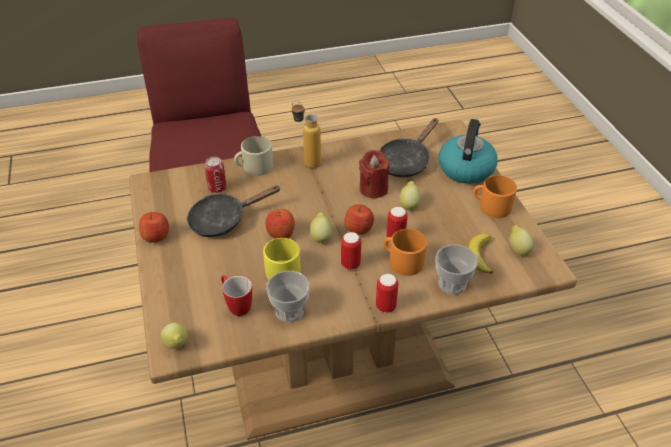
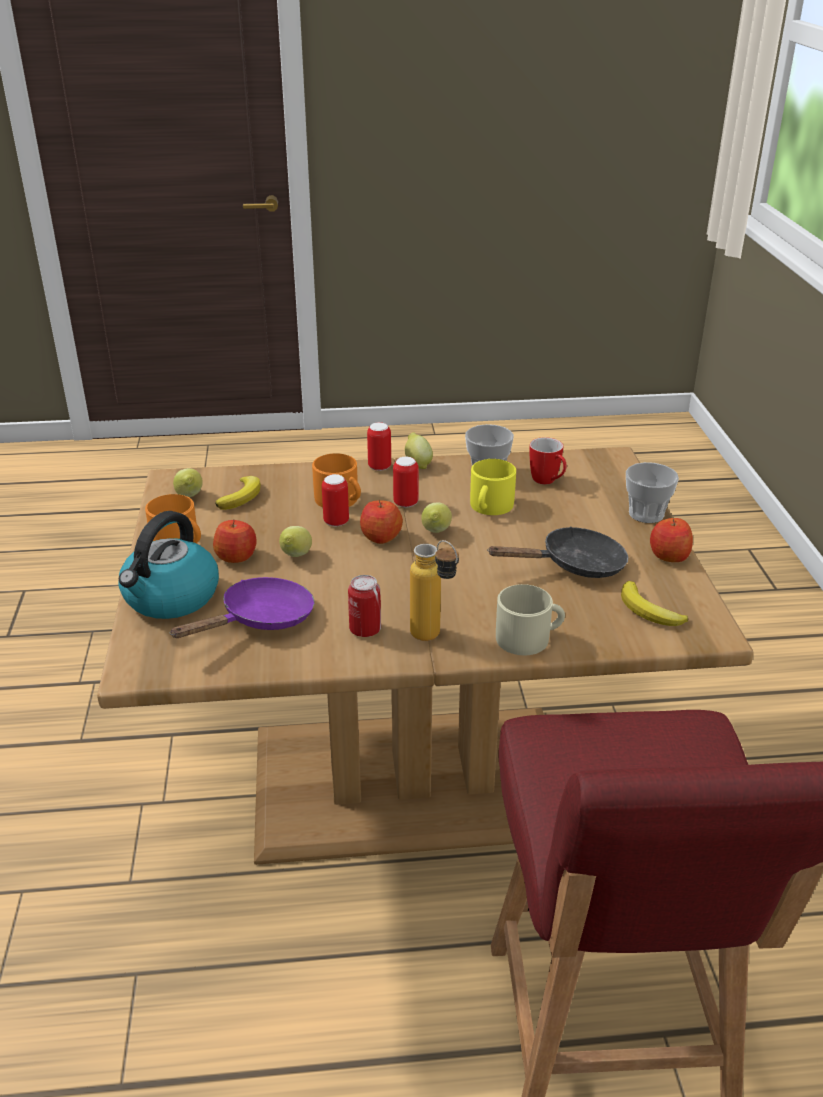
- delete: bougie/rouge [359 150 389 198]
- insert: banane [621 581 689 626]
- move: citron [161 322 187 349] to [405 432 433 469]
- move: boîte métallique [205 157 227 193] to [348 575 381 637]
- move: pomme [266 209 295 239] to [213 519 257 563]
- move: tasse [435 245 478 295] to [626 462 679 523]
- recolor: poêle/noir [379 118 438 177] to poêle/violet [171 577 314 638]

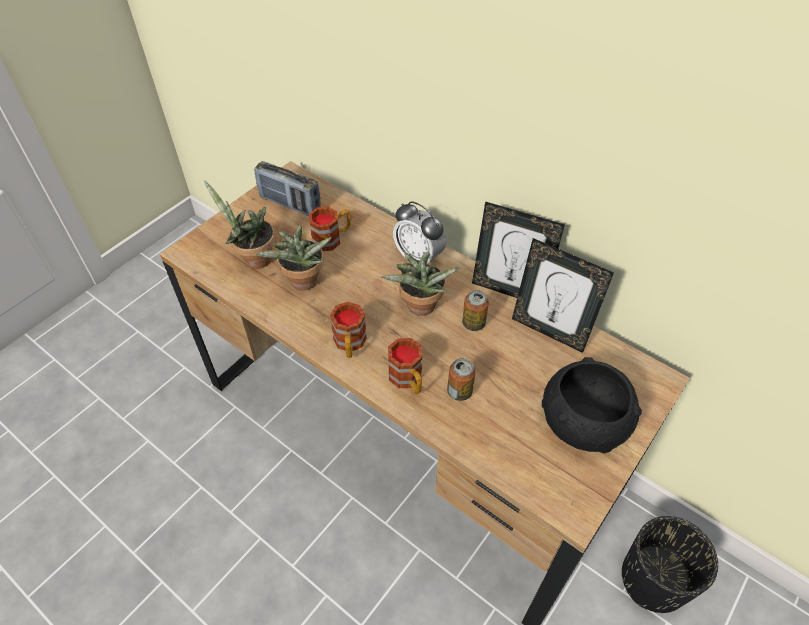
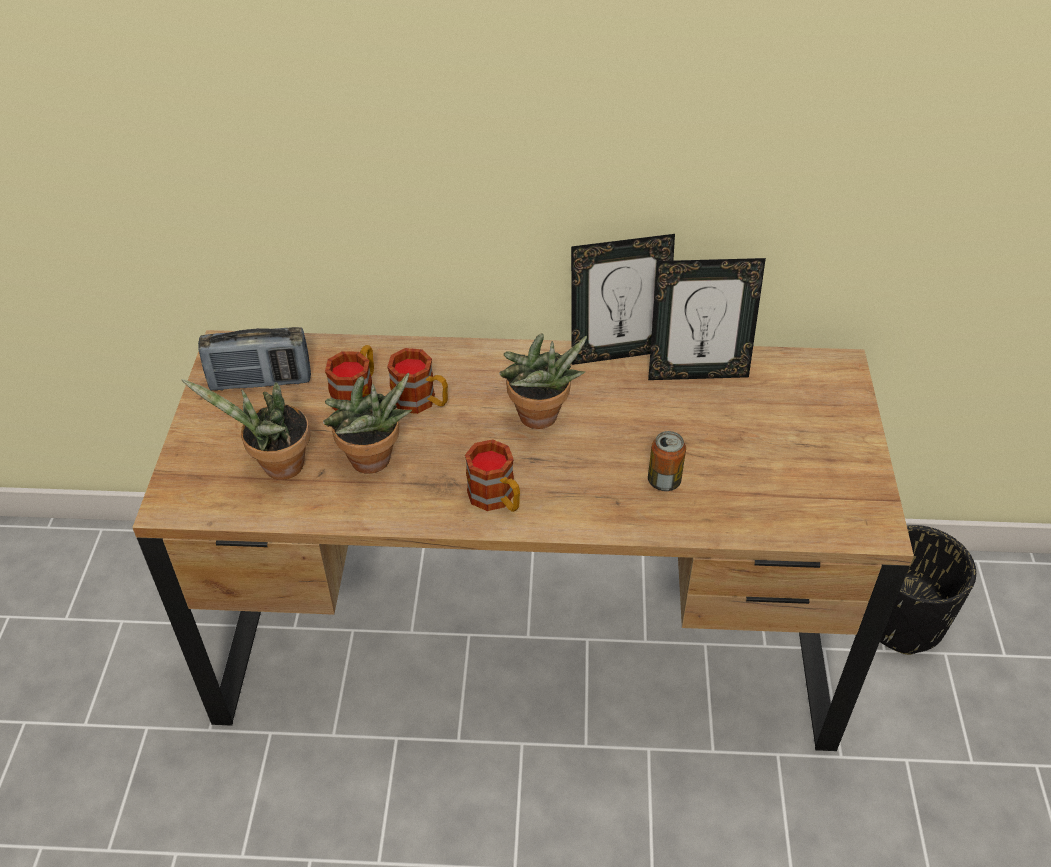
- delete: réveil [393 201 446 263]
- delete: boîte métallique [462 290 489 331]
- delete: bol/noir [542 357 642 453]
- move: mug [388 338 422 394] to [387 348 448 414]

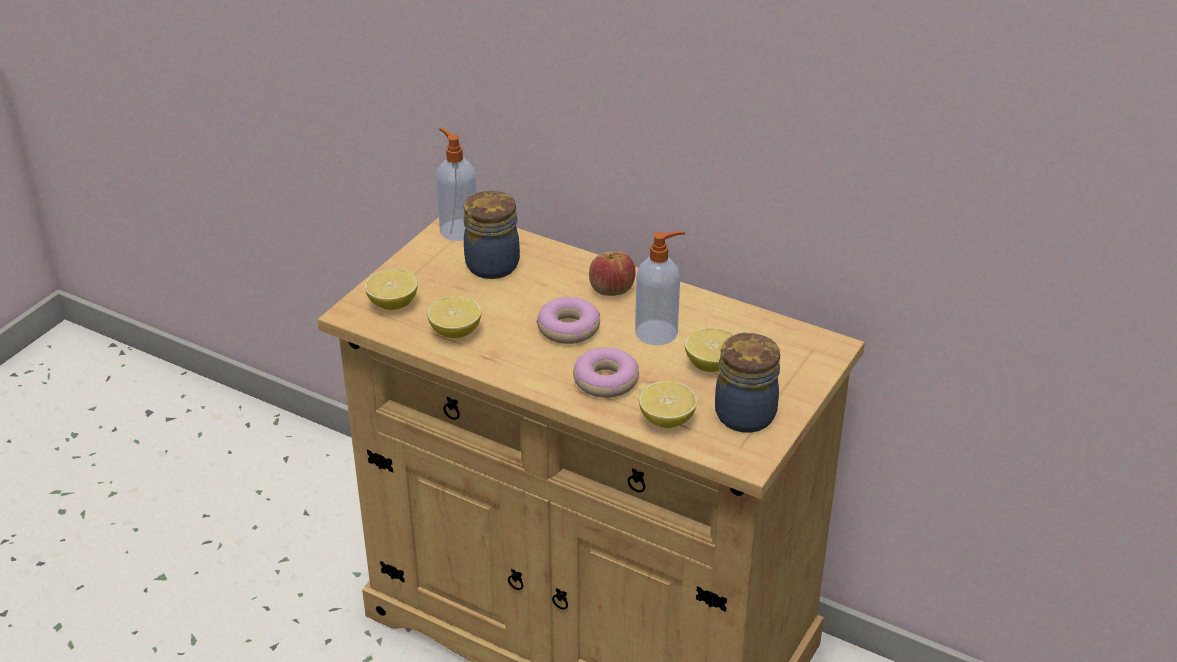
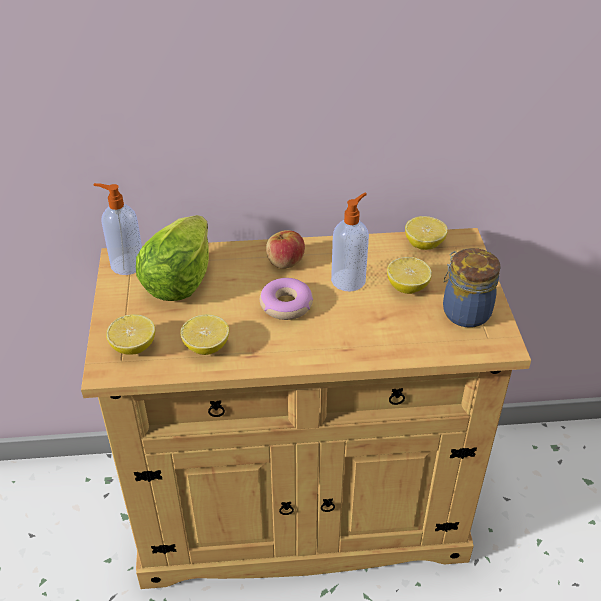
- delete: beignet [573 347 639 398]
- move: citron [639 381 698 428] to [405 216 447 250]
- replace: bocal [464 191 520 279] to laitue [136 215 209 301]

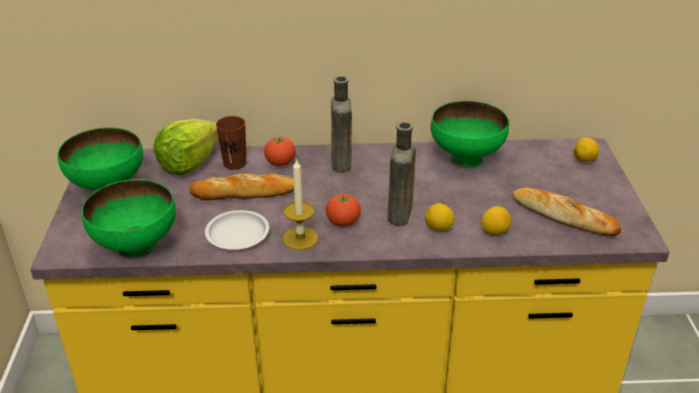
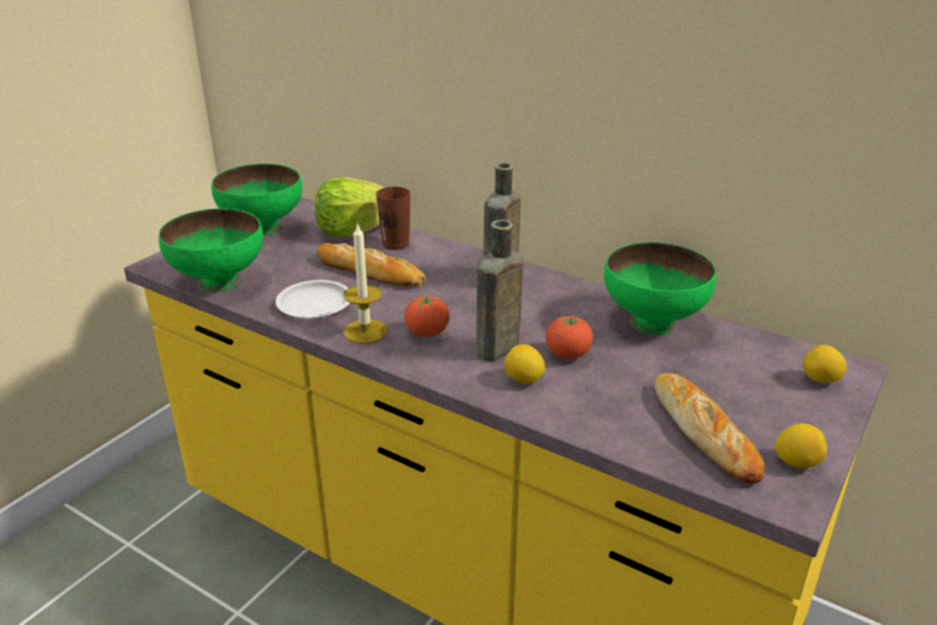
- move: tomate [264 136 296 166] to [546 315 593 359]
- move: citron [481 206 512 235] to [775 423 827 468]

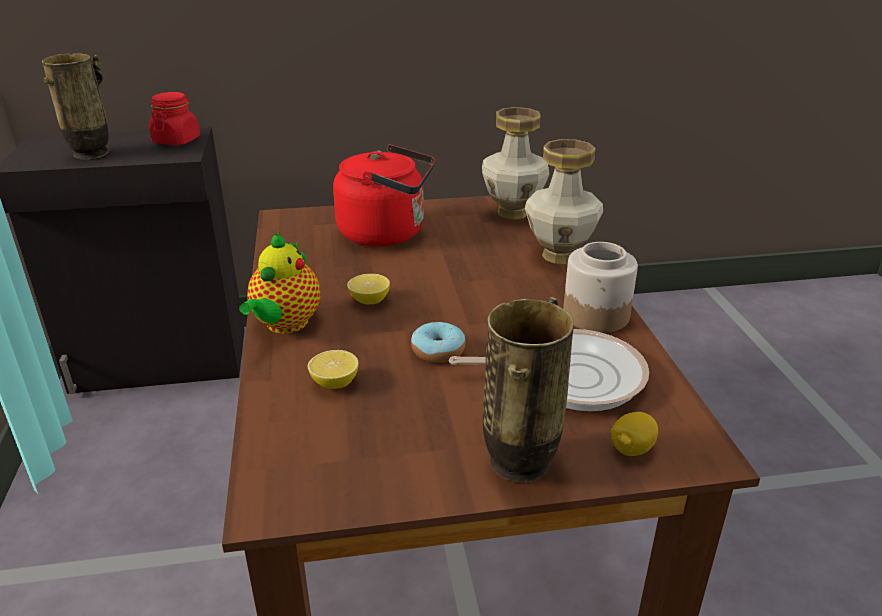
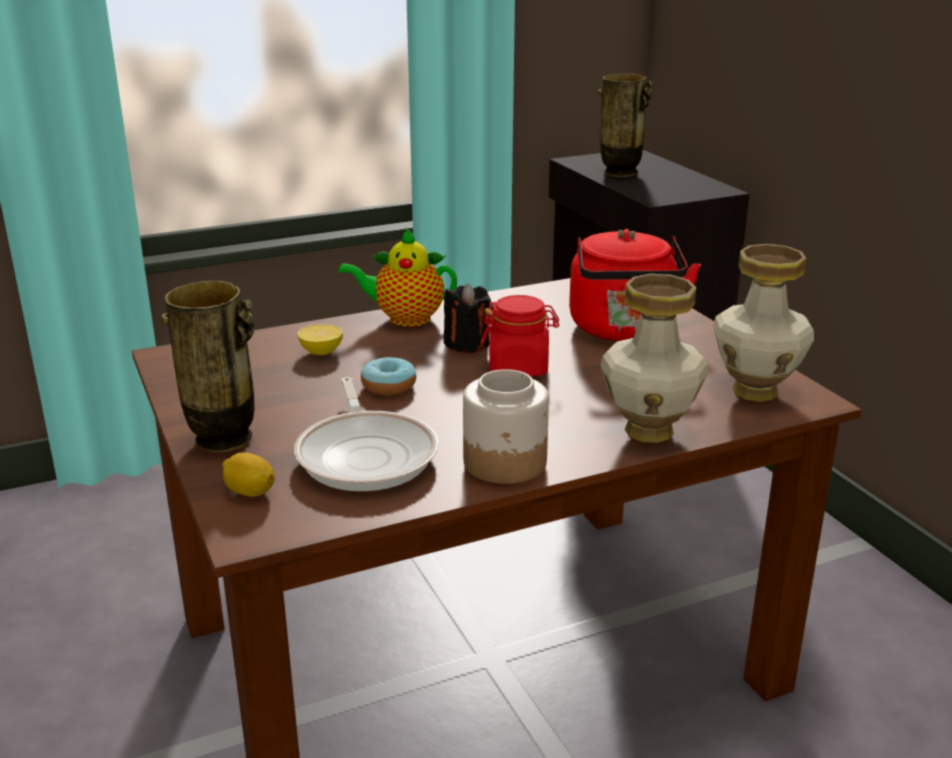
- move: bocal/rouge [149 92 200 145] to [481 295 559 376]
- replace: citron [347 274 390 304] to bougie/noir [444 284 493 353]

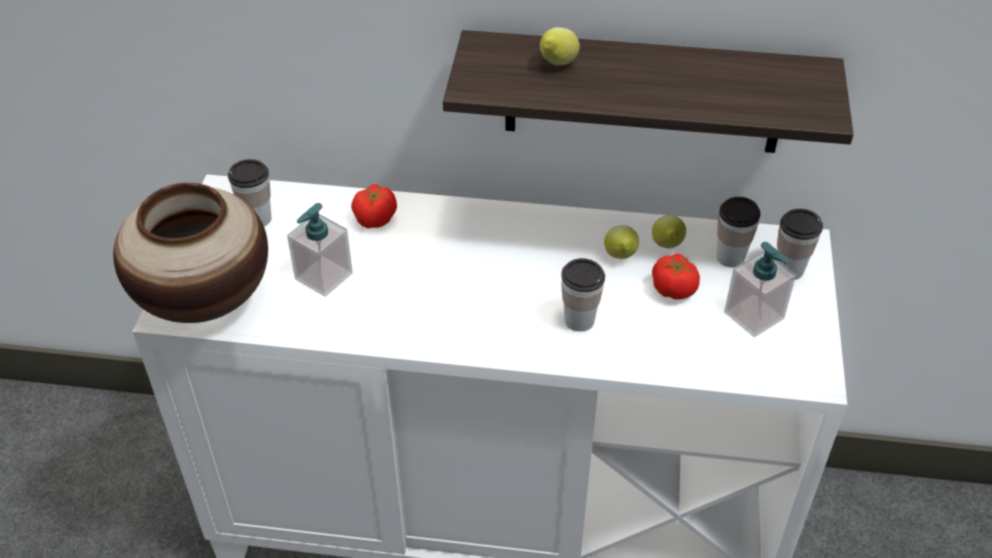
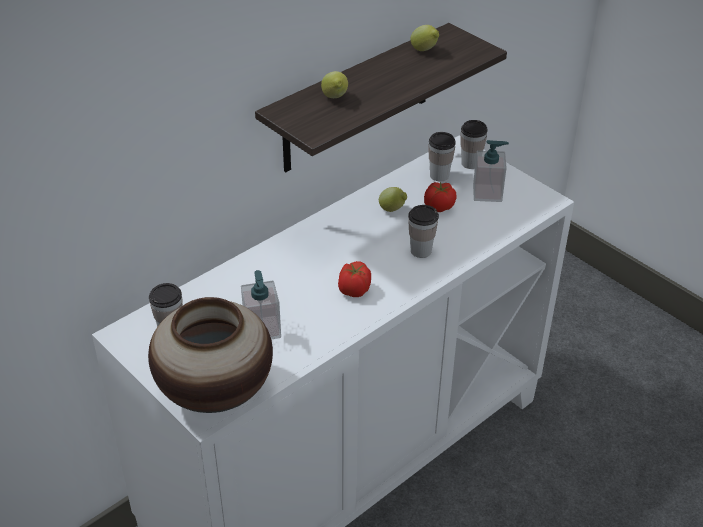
- move: tomate [351 184 397 228] to [338 261 371 297]
- move: citron [652 215 686 248] to [411 25 439 51]

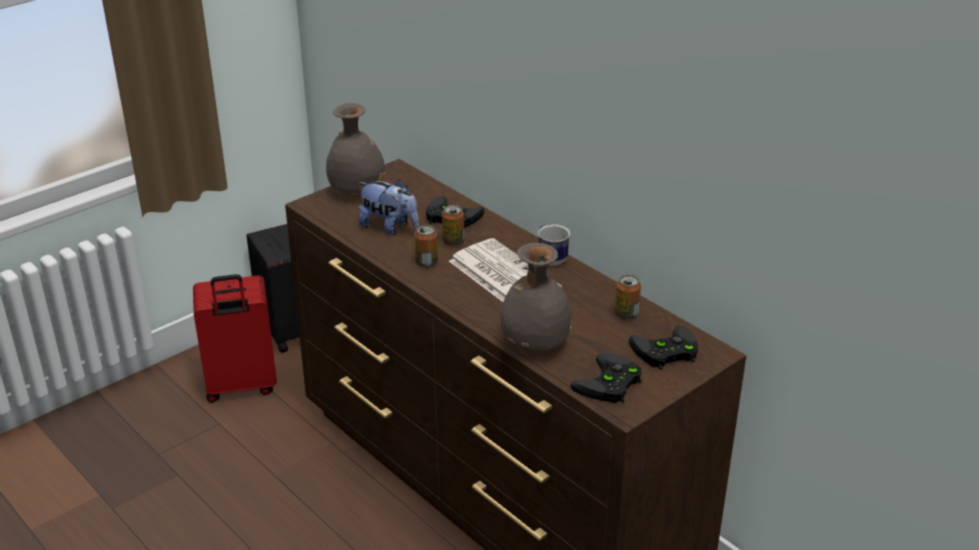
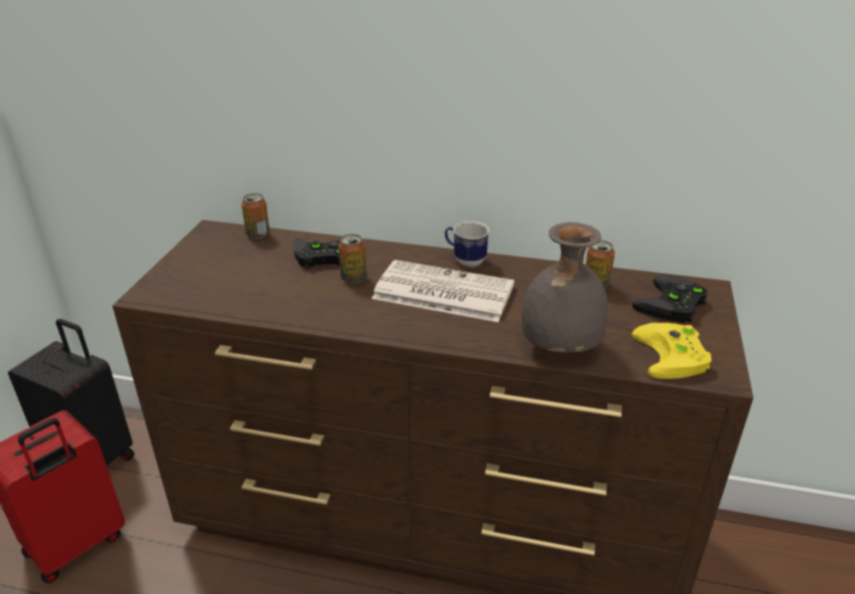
- delete: vase/gris [326 103 385 194]
- delete: peluche [359 179 419 235]
- move: boîte métallique [414 225 438 267] to [242 193 270 238]
- recolor: manette/noir [570 353 642 403] to manette/jaune [631 323 712 379]

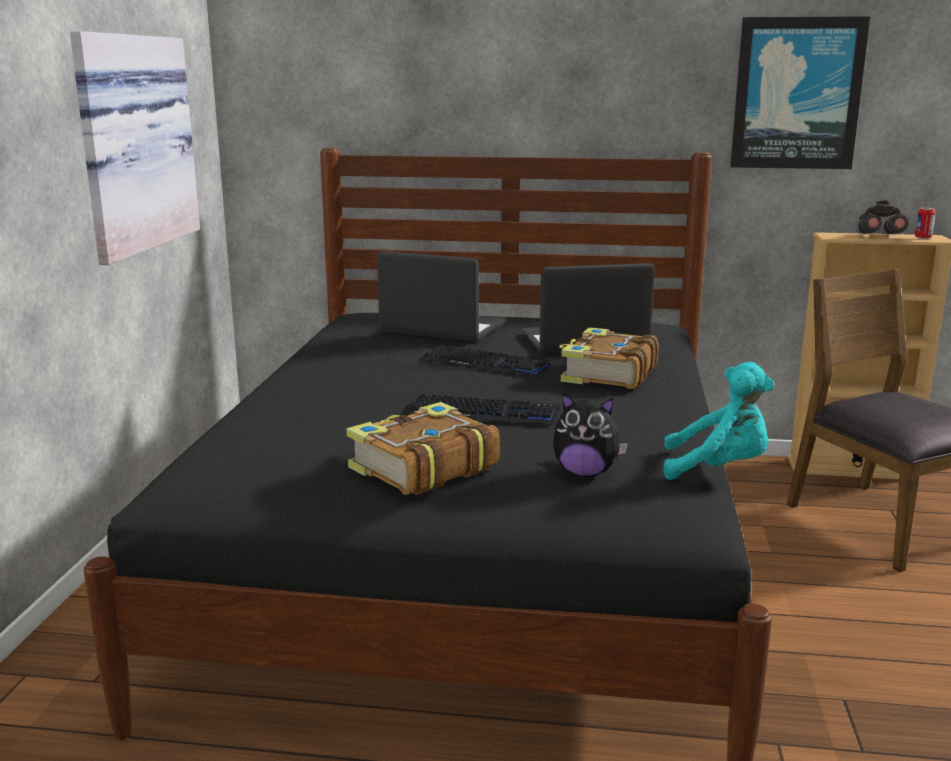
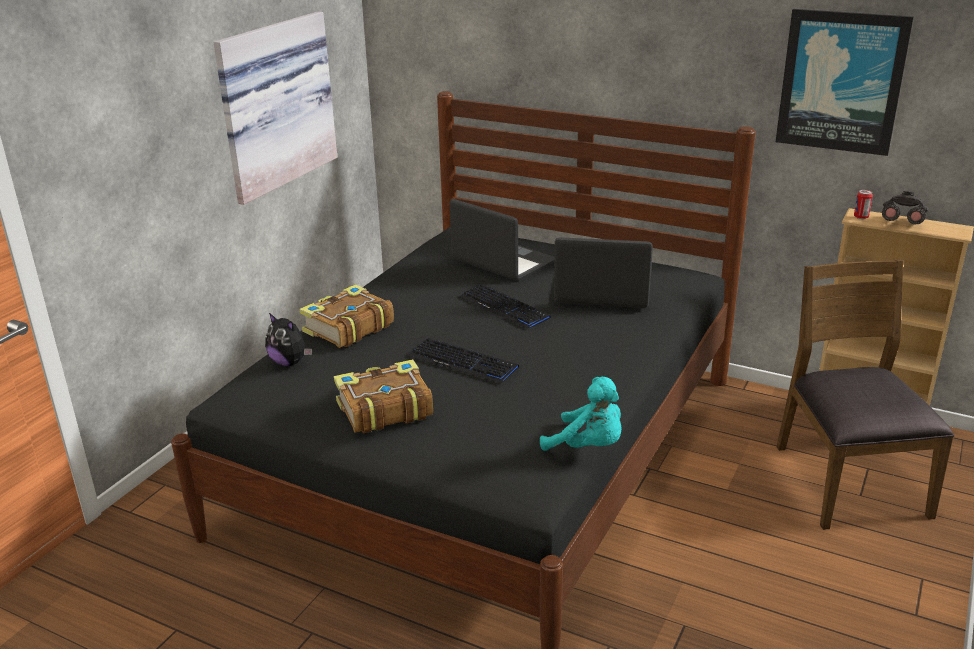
- move: peluche [553 393 628 477] to [265 313 312 366]
- move: livre [559 327 659 389] to [300 284 394 348]
- move: boîte métallique [915 207 936 239] to [854 190 873 219]

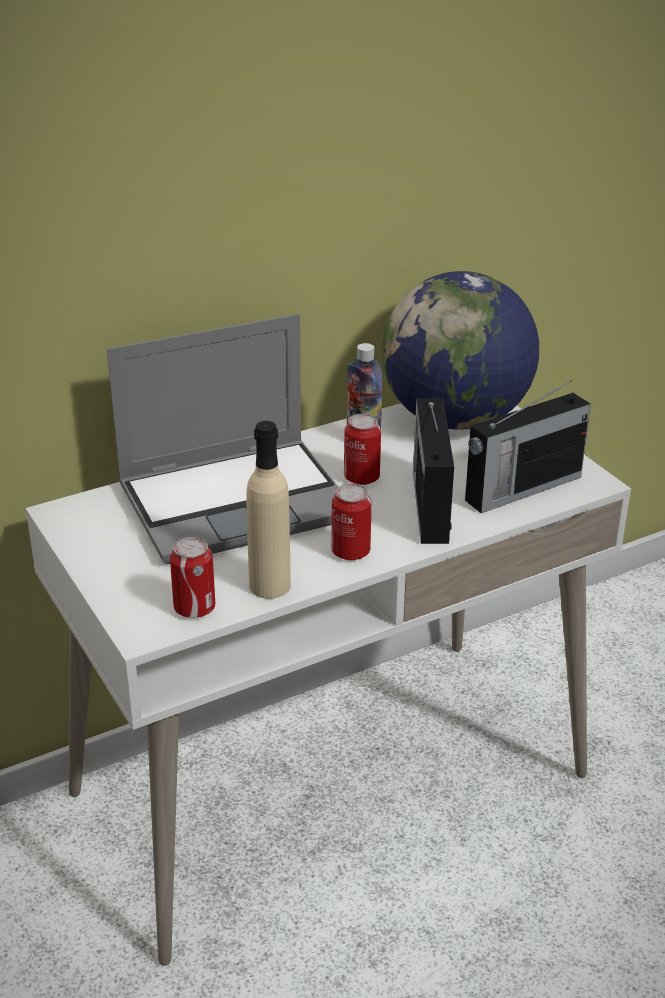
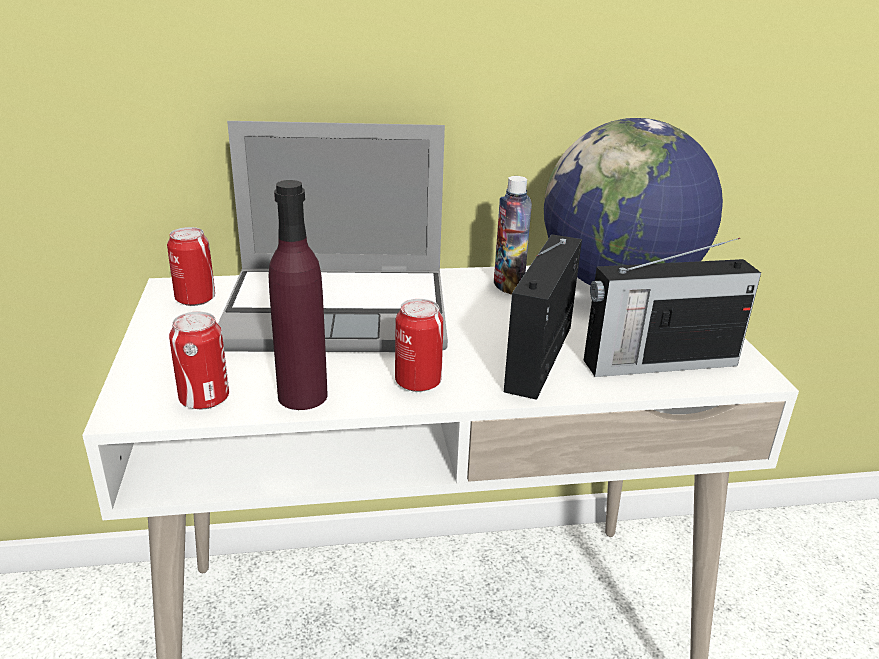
- move: boîte métallique [344 414 381 485] to [167 227 215 306]
- recolor: bouteille/beige [246 421 291 599] to bouteille/violet [268 180 328 410]

